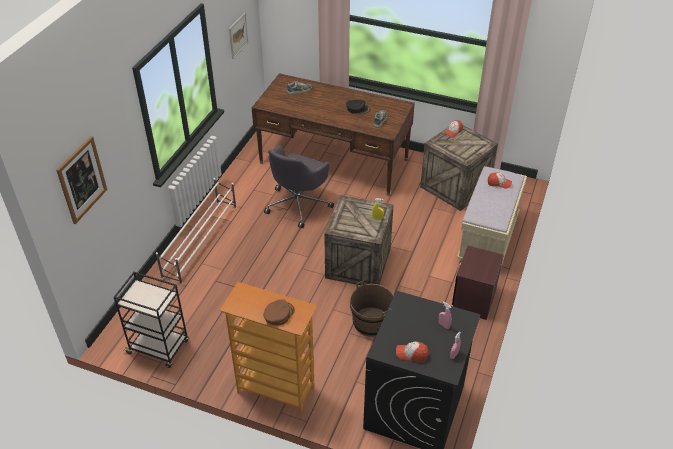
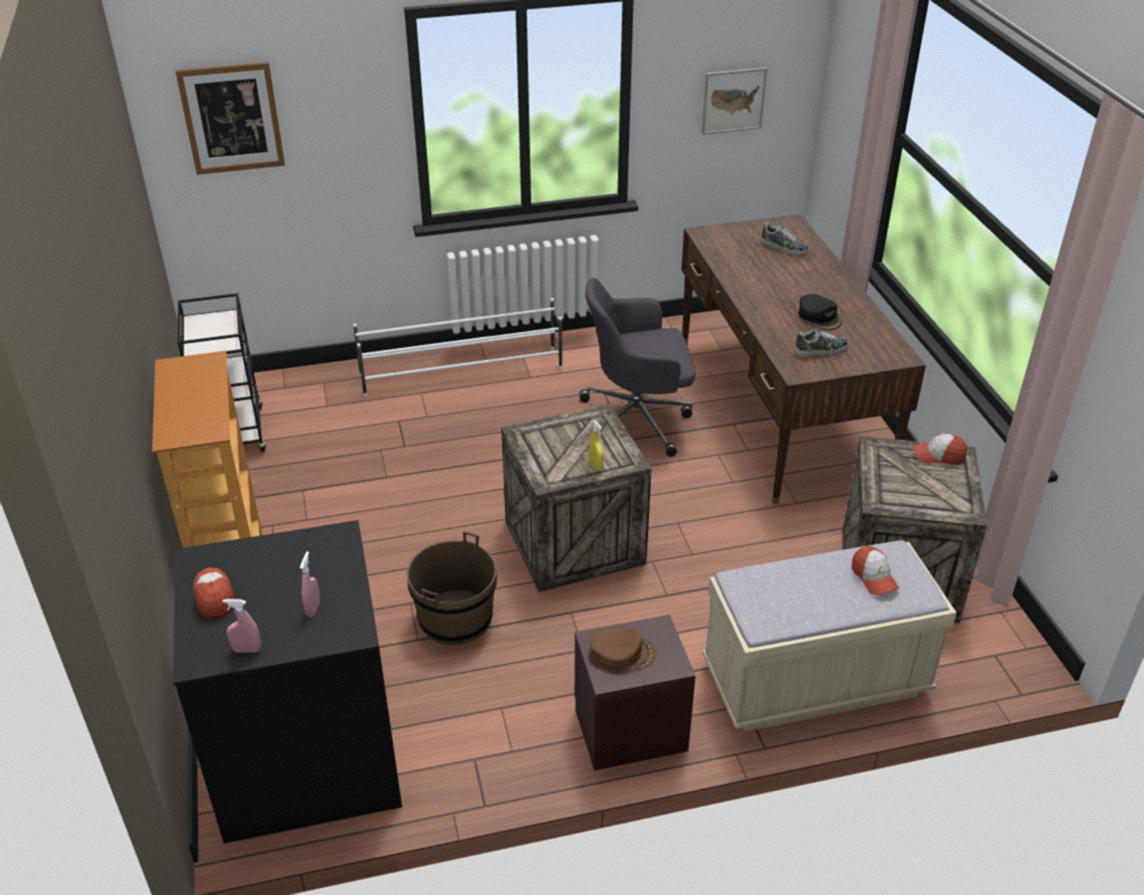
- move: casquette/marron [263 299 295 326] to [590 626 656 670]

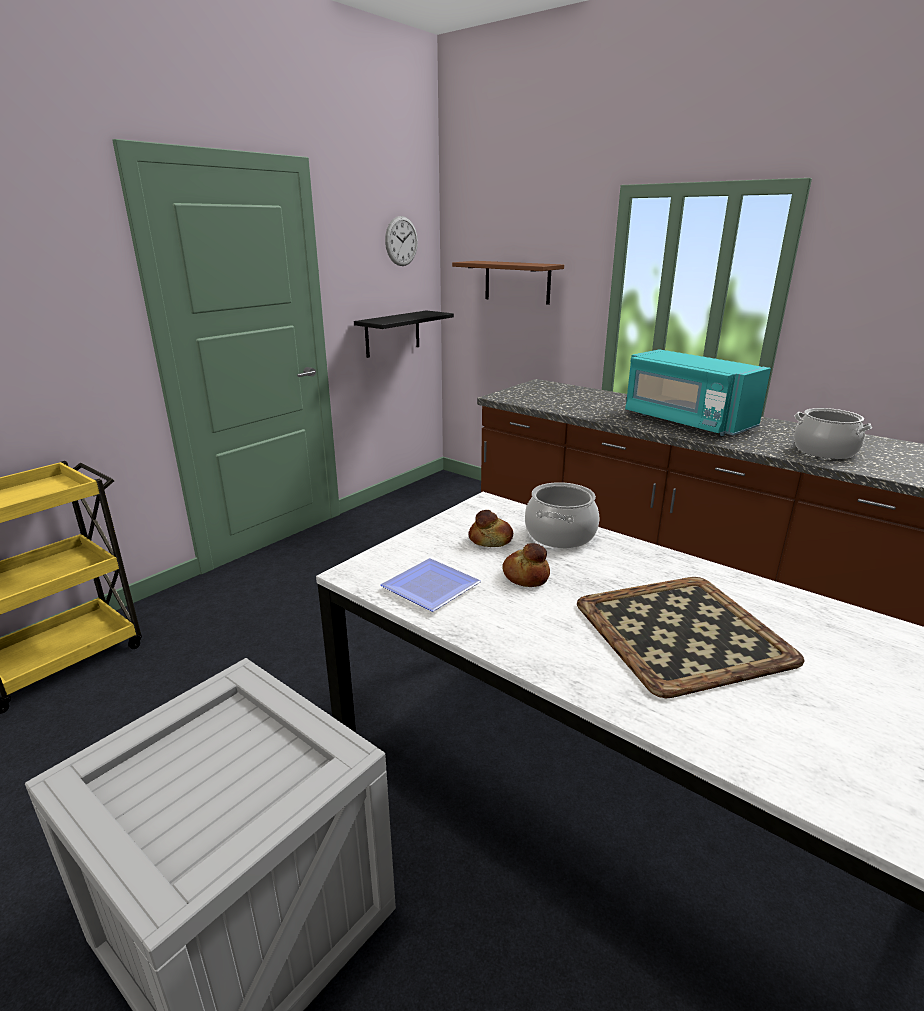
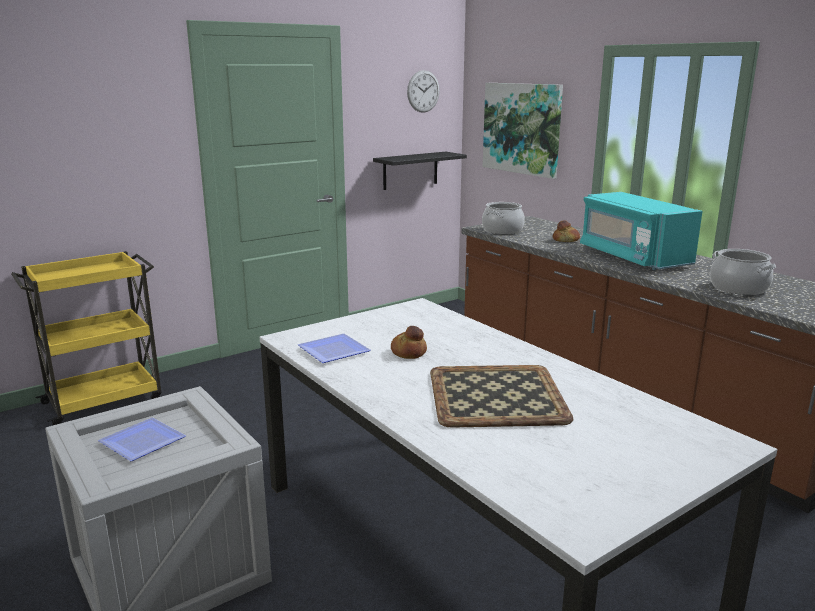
- insert: assiette [98 418 186 461]
- move: pain [468 510 513 547] to [553 220 580 242]
- move: marmite [525 482 599 548] to [482 202 525 234]
- replace: étagère/marron [452 261 564 305] to tableau [483 83 563 179]

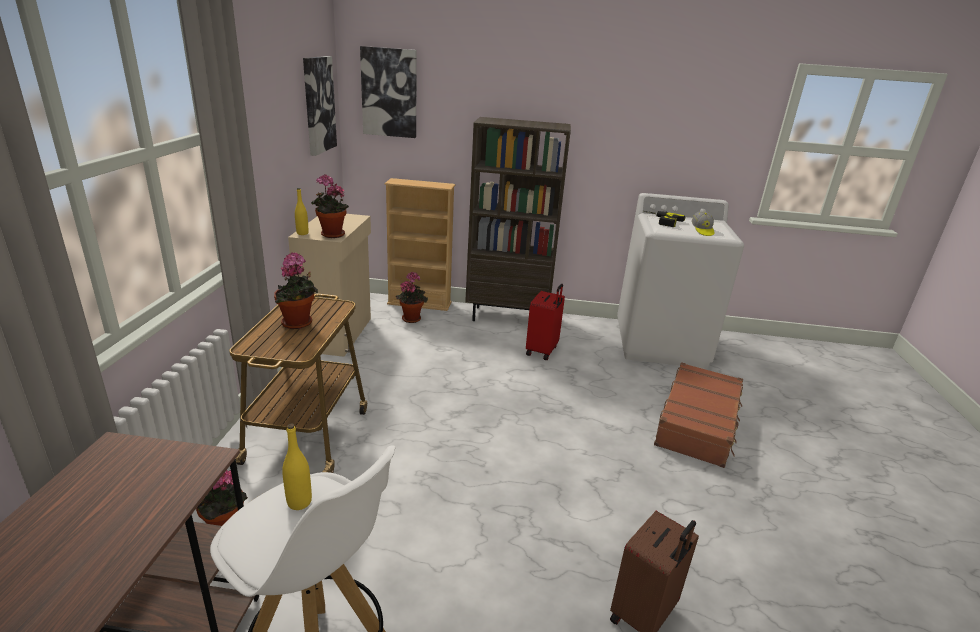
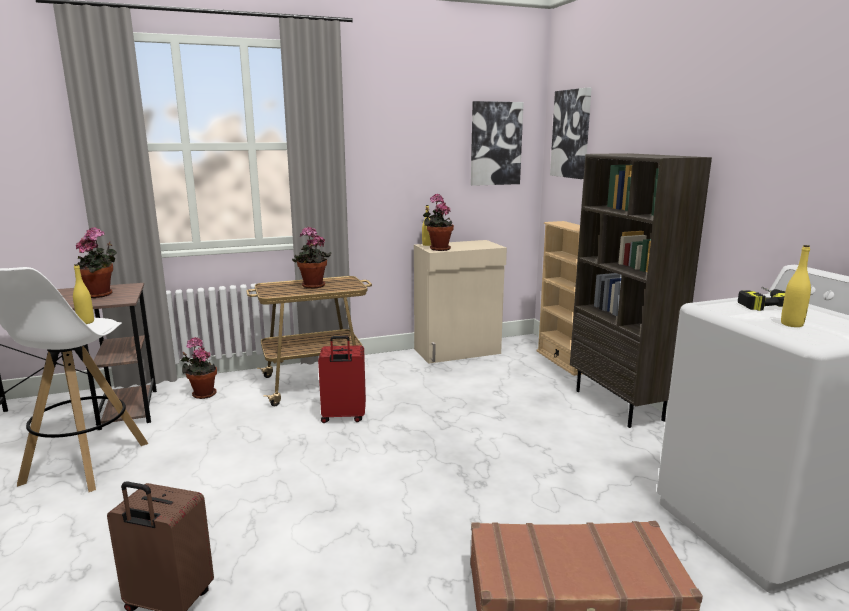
- move: plante en pot [396 272 428 323] to [76 227 117 298]
- move: valise/rouge [526 284 565 360] to [318 336 366 423]
- replace: casquette [692 211 715 236] to bouteille/jaune [781 245 811 327]

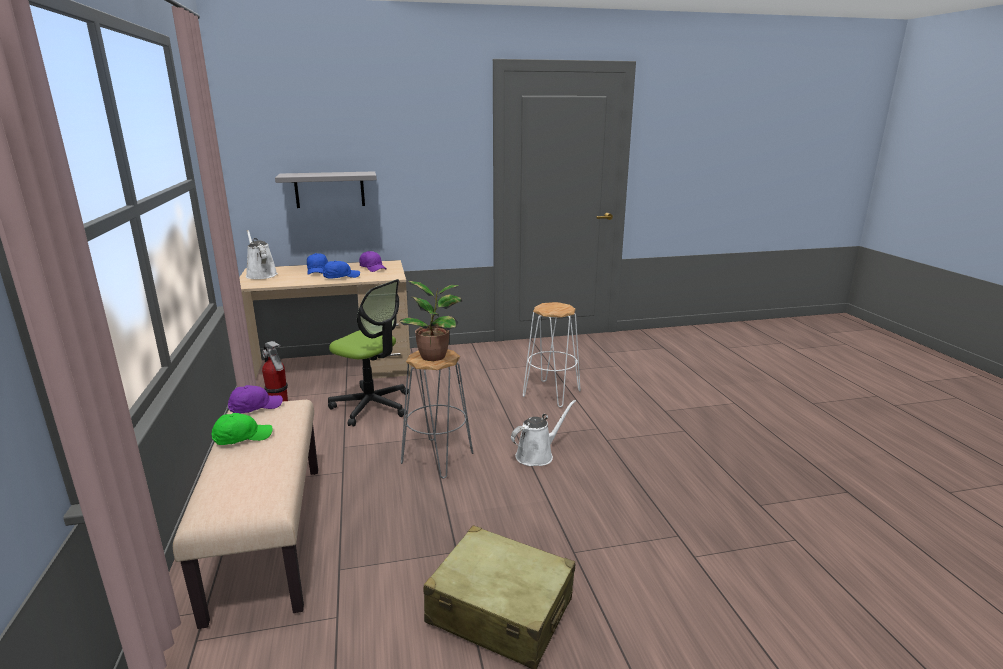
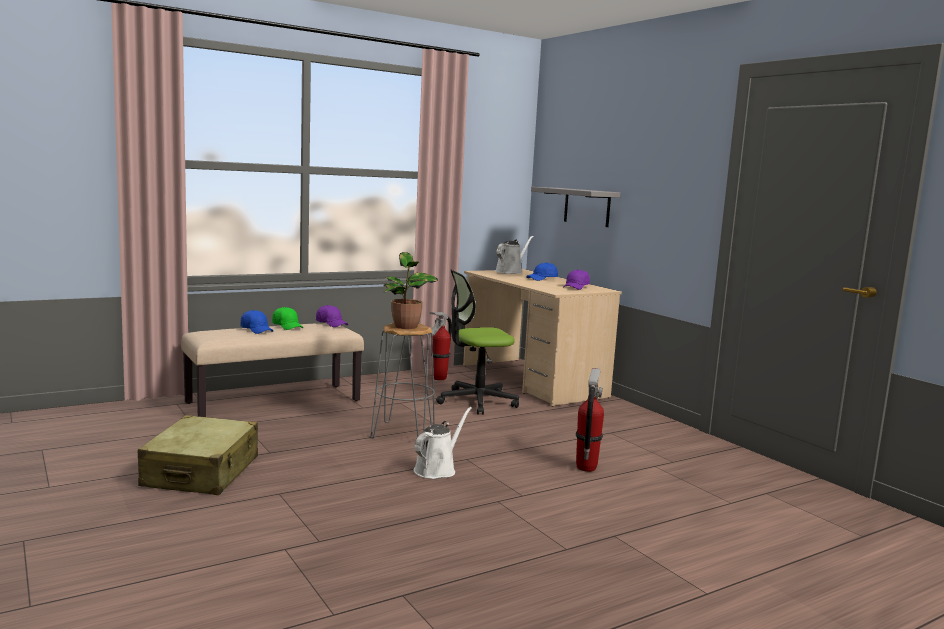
- move: casquette/bleu [323 261 360 278] to [240 310 273 334]
- replace: tabouret/blanc [523 302 581 407] to extincteur [576 368 604 472]
- rotate: chaise de bureau [328 279 409 426] = [436 270 519 415] 60 degrees clockwise
- rotate: arrosoir/blanc [511 400 576 466] = [414 407 472 479] 90 degrees counterclockwise

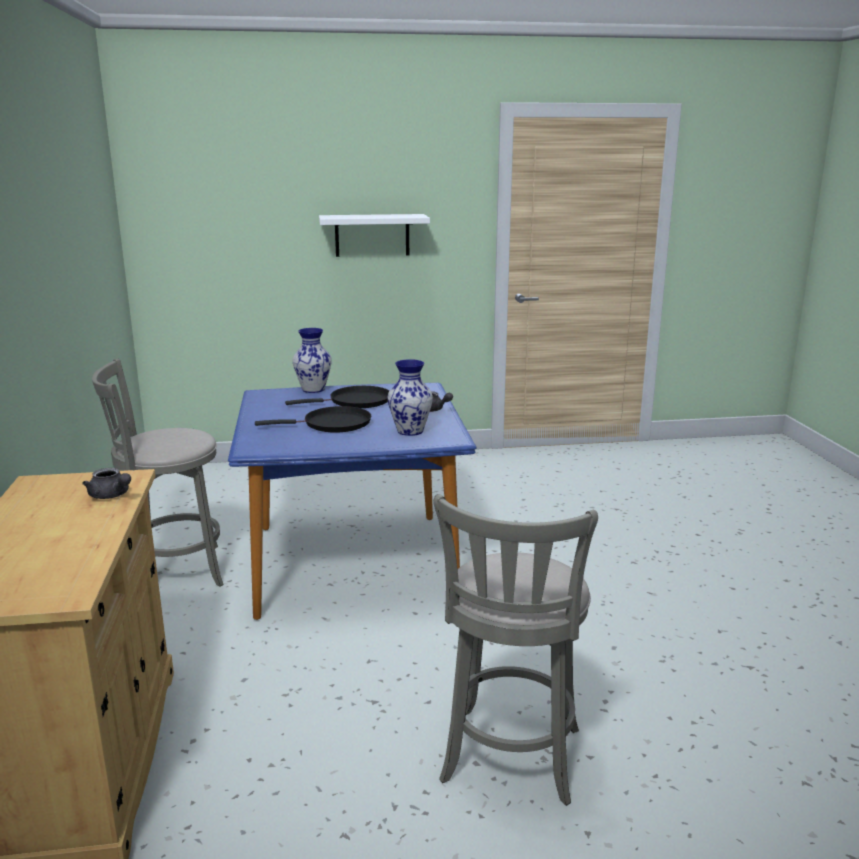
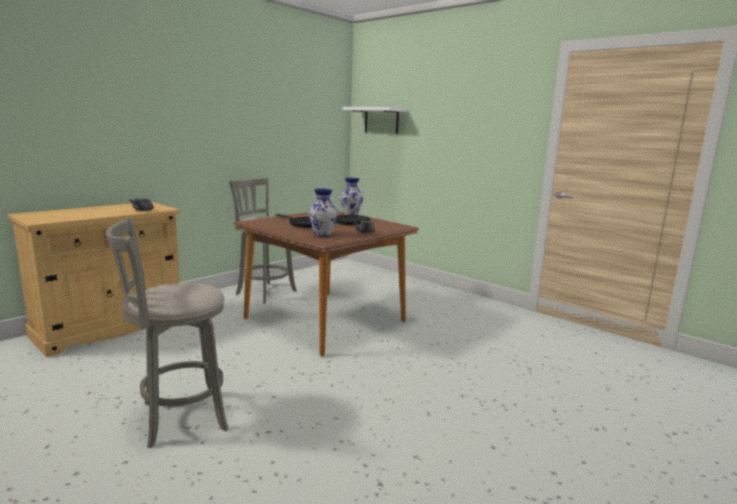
- move: étagère/blanc [319 214 430 257] to [342 107 406 134]
- recolor: table à manger/bleu [228 383 477 620] to table à manger/marron [234 211 419 357]

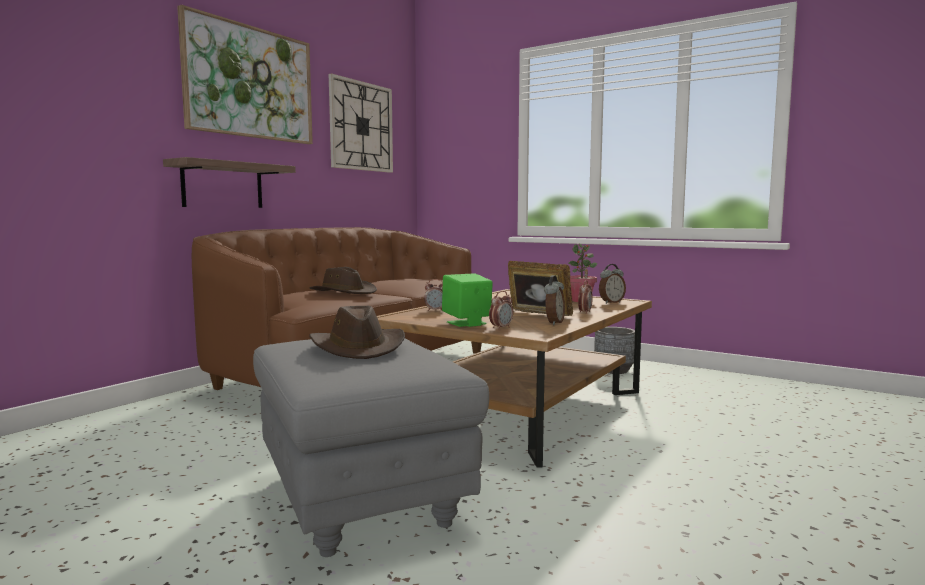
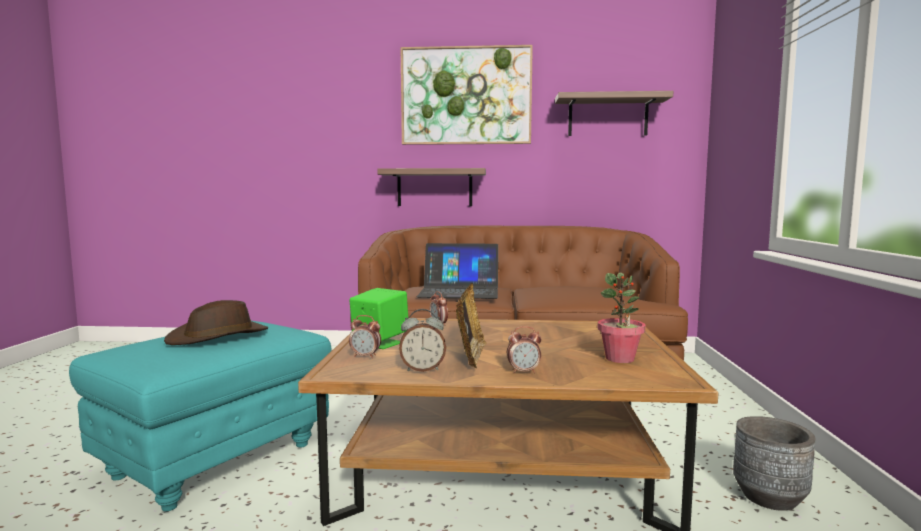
- delete: réveil [599 264 626 304]
- replace: chapeau/marron [309 267 377 294] to ordinateur portable [417 243 498 299]
- replace: horloge murale [329 73 393 173] to étagère [555 91 673 136]
- recolor: pouf/gris [253 339 489 557] to pouf/turquoise [69 321 332 511]

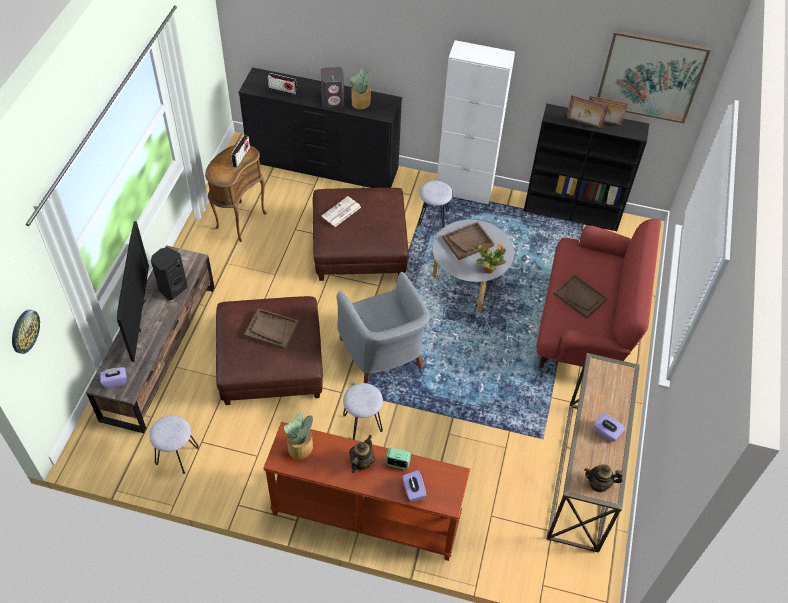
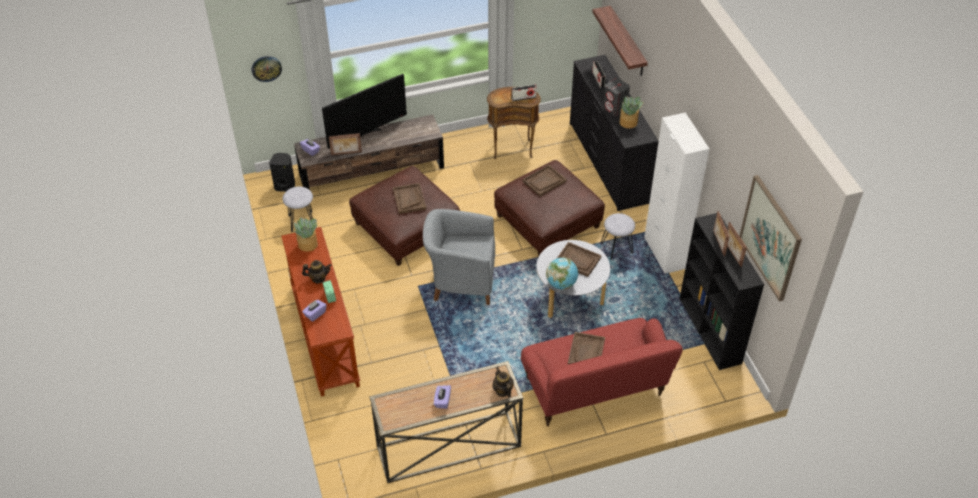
- delete: tabouret/gris [343 383 383 440]
- insert: cadre photo [329 133 362 155]
- insert: étagère [592 6 648 76]
- move: enceinte/noir [151 247 187 300] to [269 153 295 192]
- move: théière [584 464 623 493] to [492 366 514 398]
- replace: journal [321 196 361 227] to plateau/marron [522 165 567 197]
- replace: plante en pot [476 244 506 274] to globe [546 257 578 289]
- rotate: fauteuil/gris [337 272 430 383] = [423 209 495 305] 60 degrees clockwise

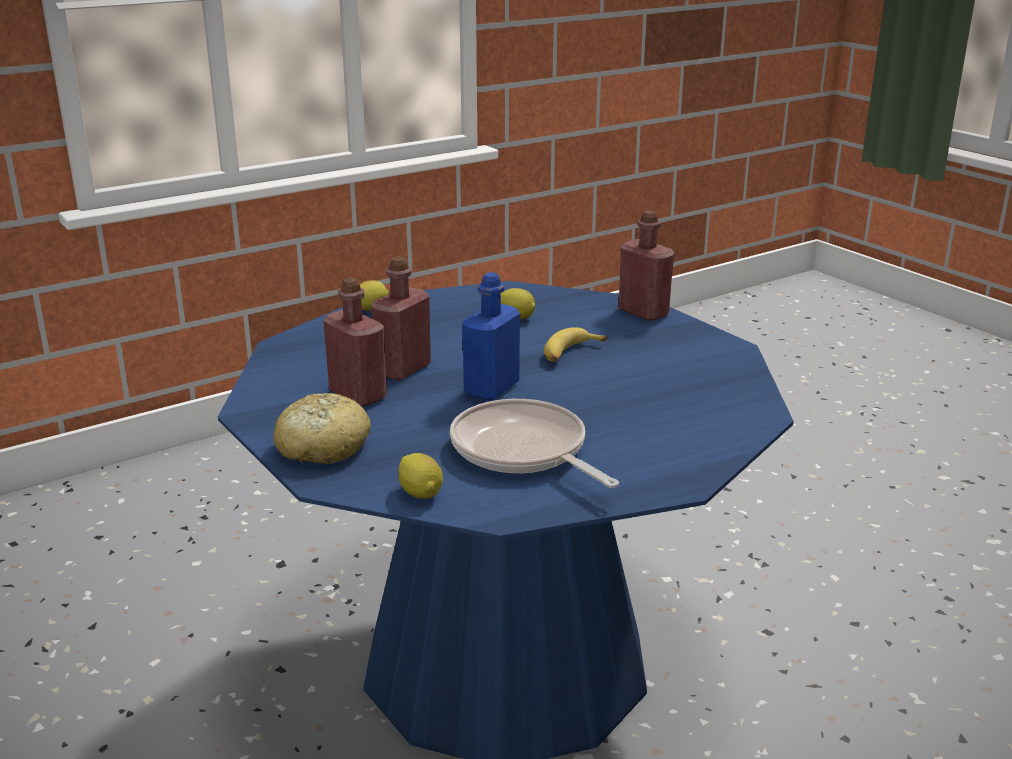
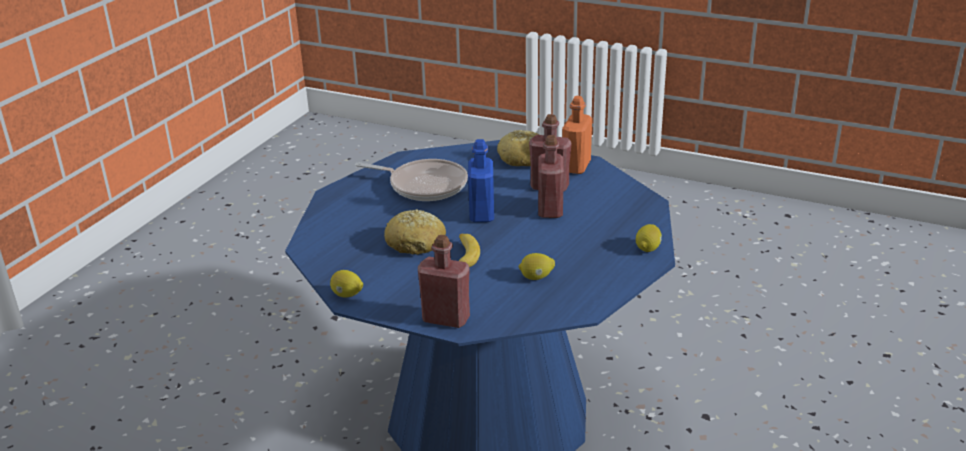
- insert: pain [384 209 446 255]
- insert: bouteille/orange [562 96 592 174]
- move: citron [398 453 443 499] to [330 270 363 298]

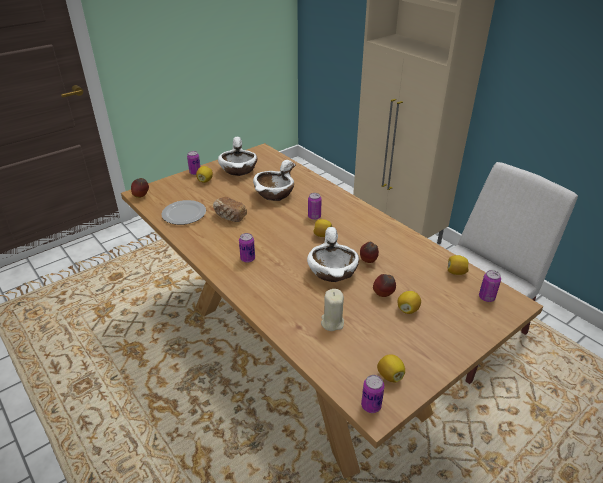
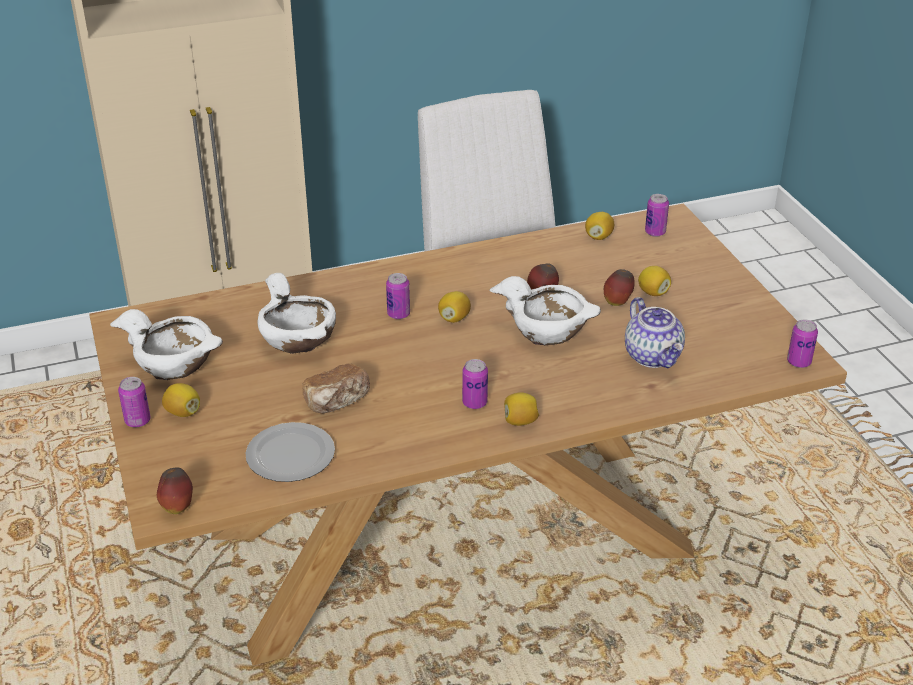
- move: citron [377 354 405 382] to [504 392 539 426]
- replace: bougie/beige [321 289 344 331] to théière [625 297 685 368]

